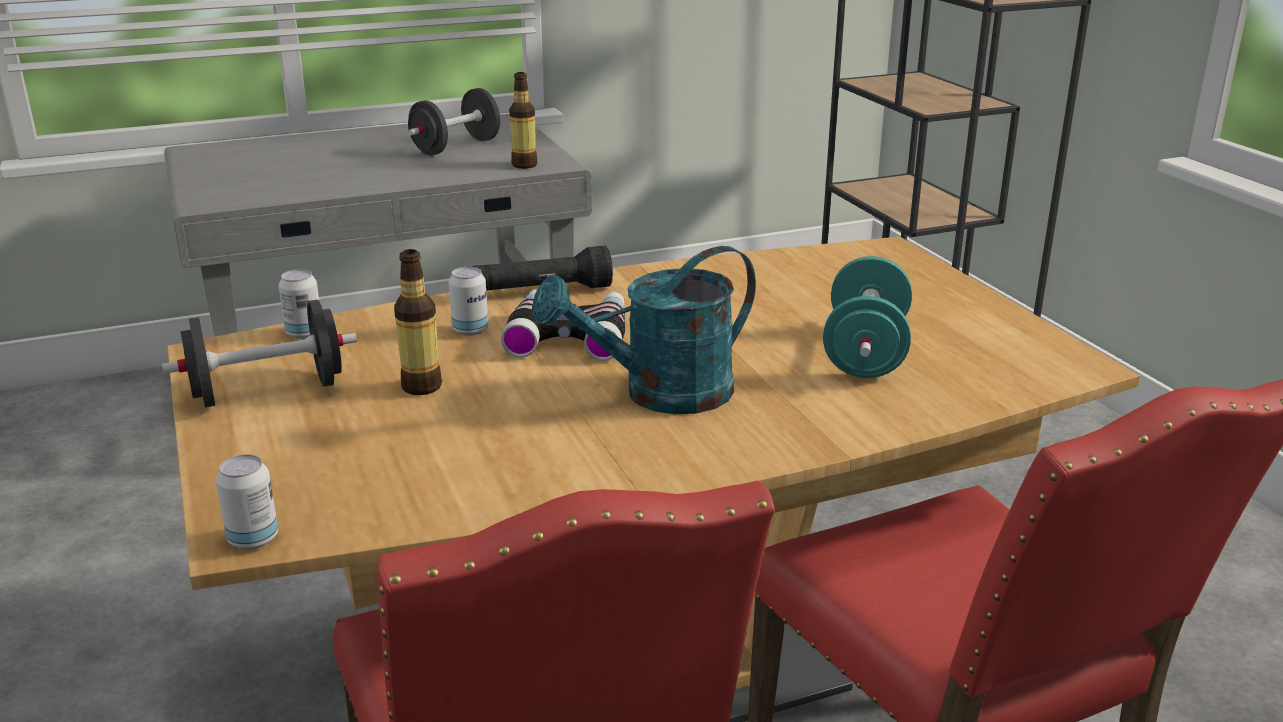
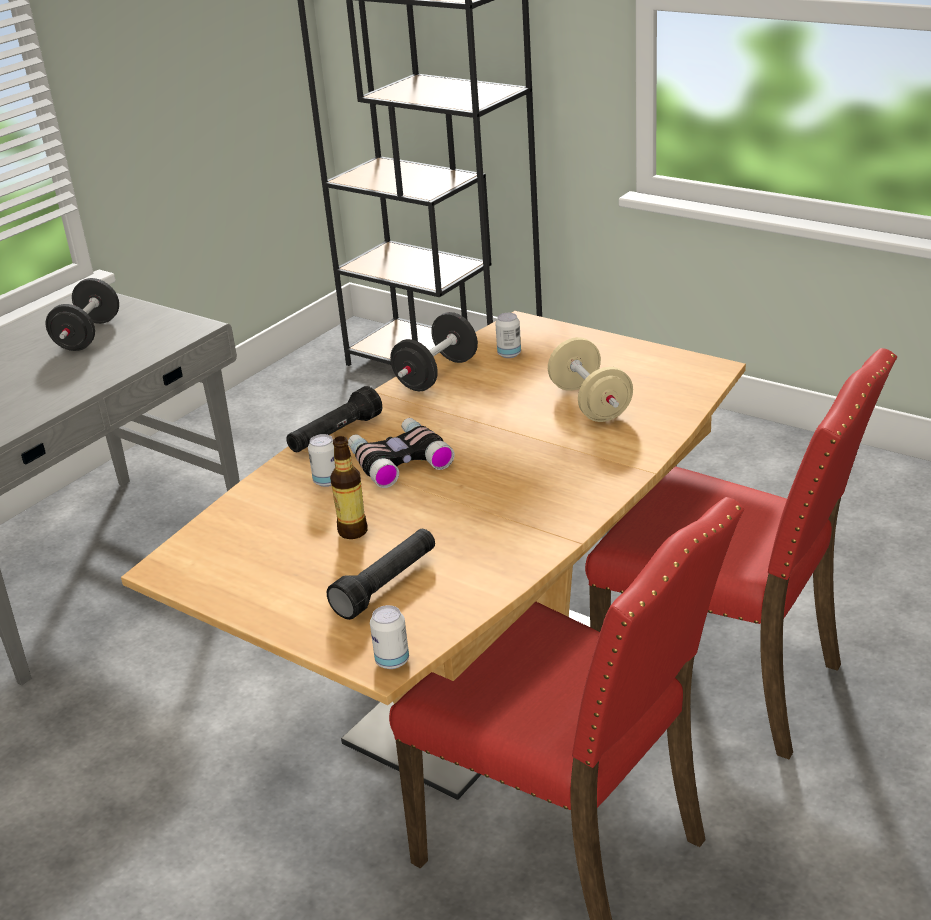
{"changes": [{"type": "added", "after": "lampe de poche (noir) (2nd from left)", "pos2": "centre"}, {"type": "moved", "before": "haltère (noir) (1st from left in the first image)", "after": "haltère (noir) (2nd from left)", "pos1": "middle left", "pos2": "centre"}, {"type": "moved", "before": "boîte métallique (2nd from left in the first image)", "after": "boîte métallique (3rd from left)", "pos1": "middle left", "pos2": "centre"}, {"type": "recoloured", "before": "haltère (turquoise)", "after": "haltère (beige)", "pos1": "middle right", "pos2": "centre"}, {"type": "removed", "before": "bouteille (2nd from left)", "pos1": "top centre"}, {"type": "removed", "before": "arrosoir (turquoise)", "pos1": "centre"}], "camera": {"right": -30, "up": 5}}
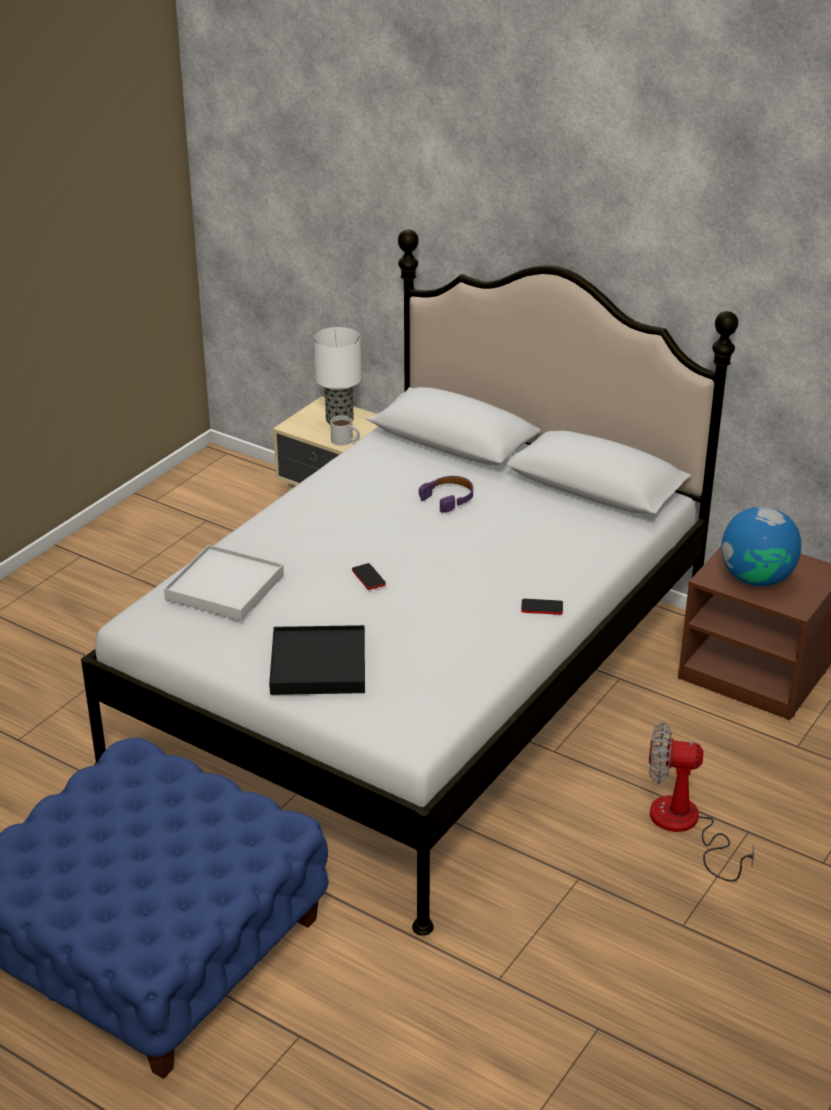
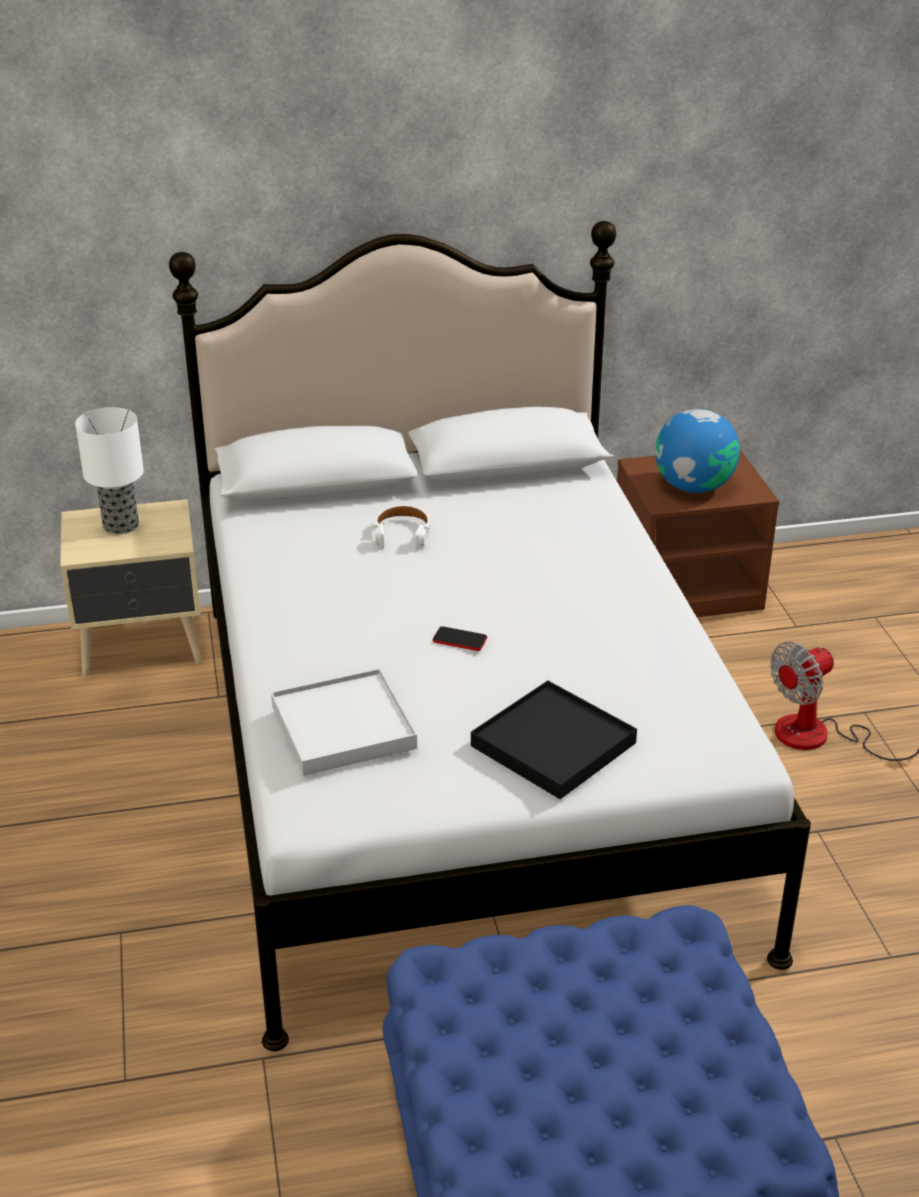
{"changes": [{"type": "recoloured", "before": "casque audio (violet)", "after": "casque audio (blanc)", "pos1": "centre", "pos2": "centre"}, {"type": "removed", "before": "mug (blanc)", "pos1": "centre"}, {"type": "removed", "before": "téléphone (2nd from left)", "pos1": "centre"}], "camera": {"right": -45, "up": 0}}
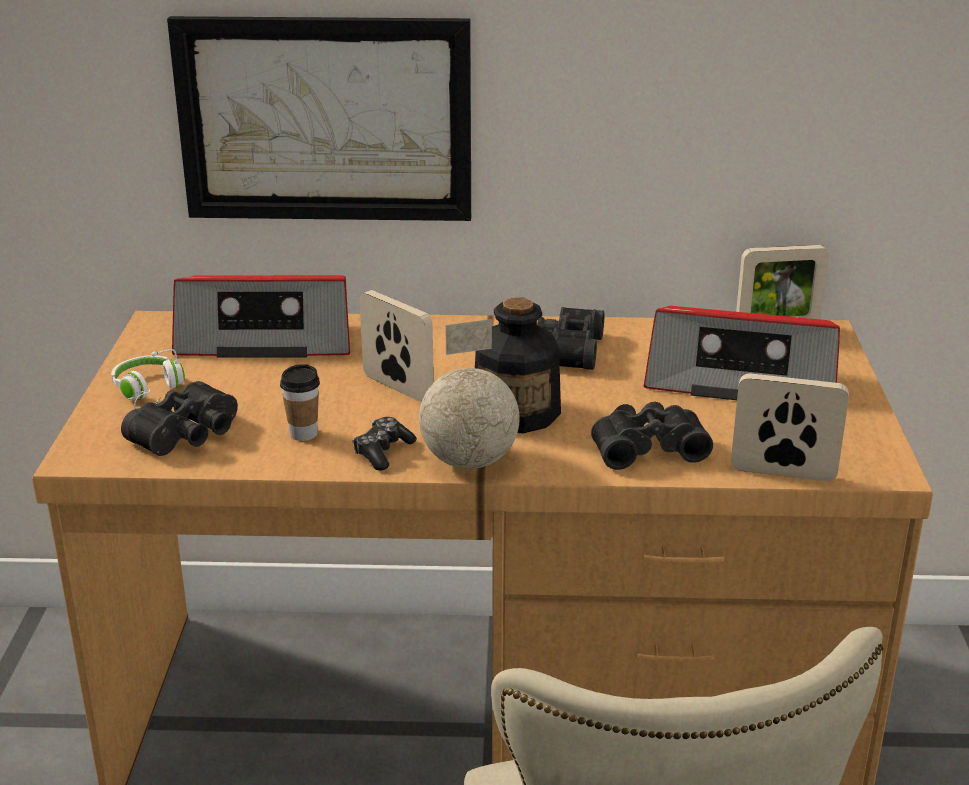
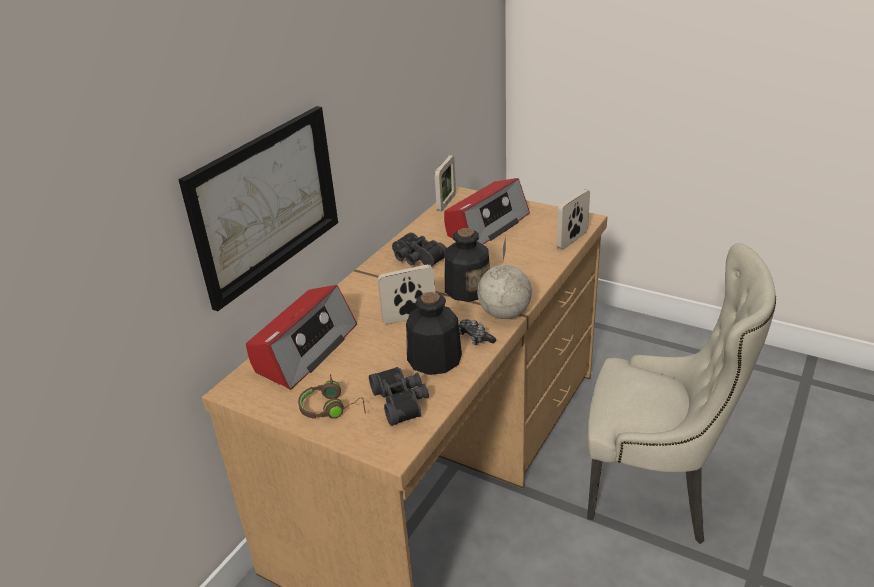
{"changes": [{"type": "recoloured", "before": "casque audio (blanc)", "after": "casque audio (marron)", "pos1": "middle left", "pos2": "bottom centre"}, {"type": "replaced", "before": "tasse", "after": "bouteille (1st from left)", "pos1": "middle left", "pos2": "centre"}, {"type": "removed", "before": "jumelles (noir) (3rd from left)", "pos1": "middle right"}], "camera": {"right": -60, "up": 5}}
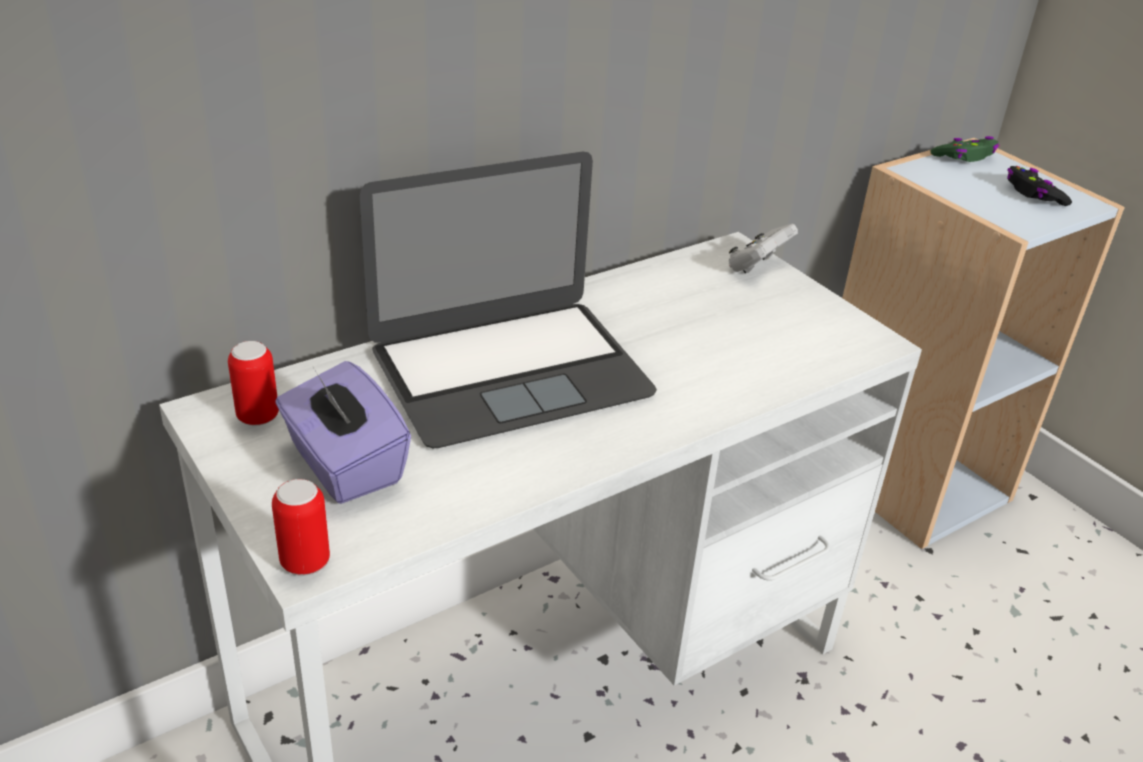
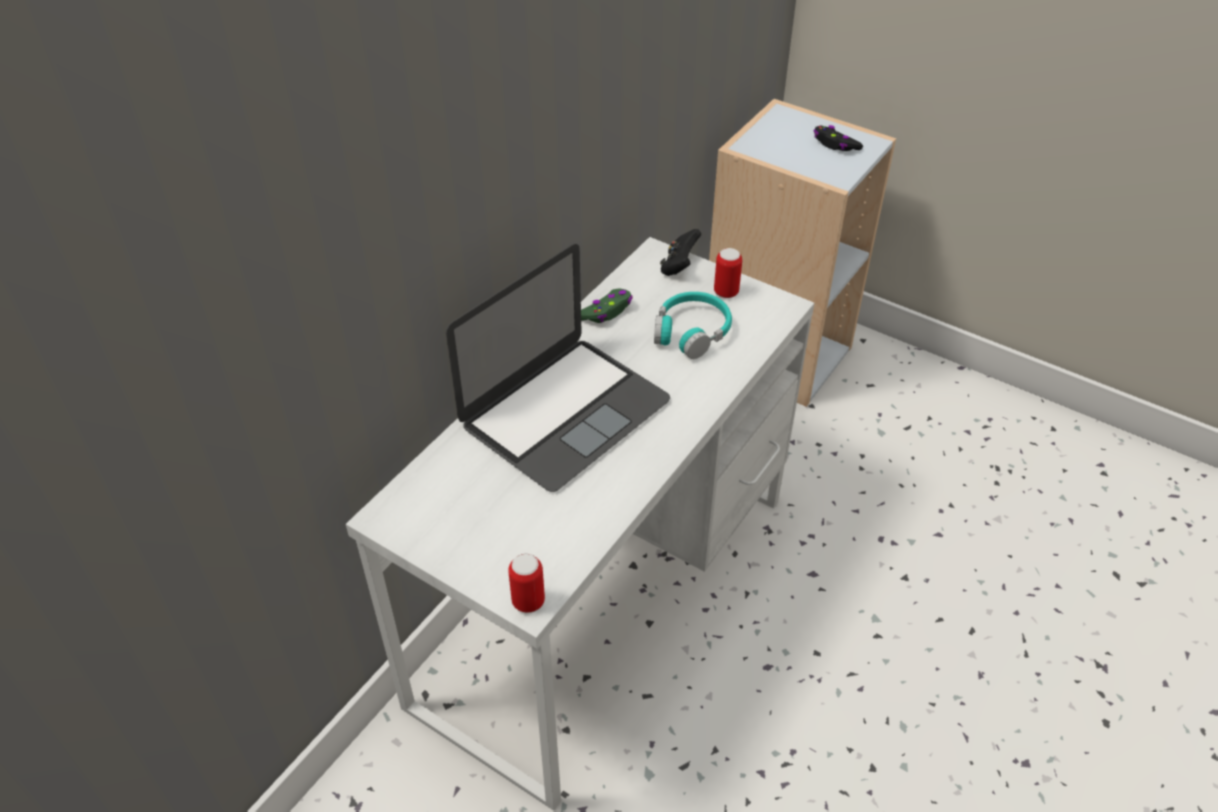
{"changes": [{"type": "moved", "before": "manette (vert)", "pos1": "top right", "pos2": "centre"}, {"type": "added", "after": "casque audio (turquoise)", "pos2": "centre"}, {"type": "recoloured", "before": "manette (blanc)", "after": "manette (noir) (1st from left)", "pos1": "top right", "pos2": "top centre"}, {"type": "moved", "before": "boîte métallique (1st from left in the first image)", "after": "boîte métallique (2nd from left)", "pos1": "middle left", "pos2": "centre"}, {"type": "removed", "before": "boîte à mouchoirs (violet)", "pos1": "middle left"}], "camera": {"right": -20, "up": 10}}
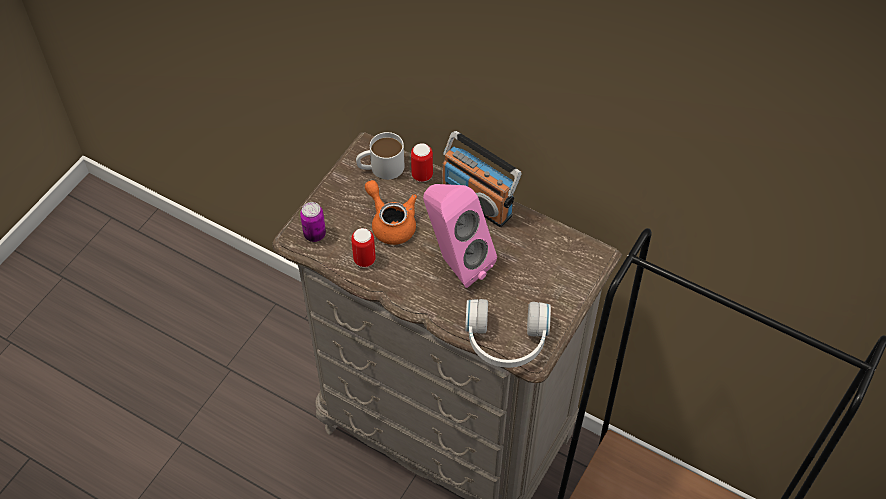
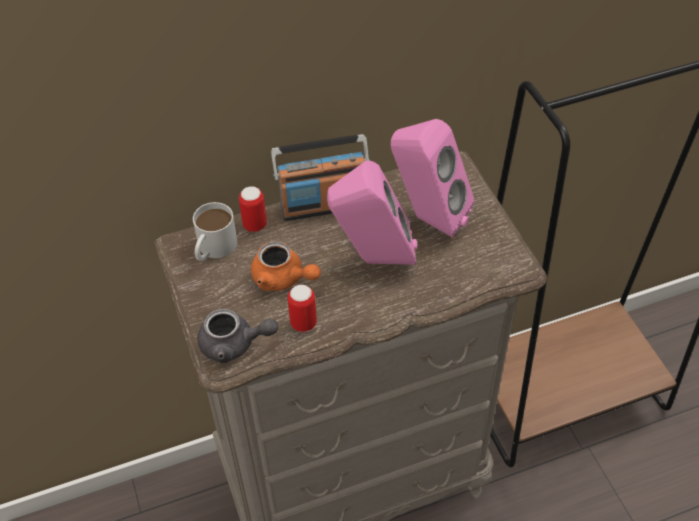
{"changes": [{"type": "replaced", "before": "boîte métallique (1st from left)", "after": "théière (gris)", "pos1": "centre", "pos2": "centre"}, {"type": "turned", "before": "théière (orange)", "pos1": "centre", "pos2": "centre", "turn": -150}, {"type": "added", "after": "enceinte (rose) (2nd from left)", "pos2": "centre"}, {"type": "removed", "before": "casque audio (blanc)", "pos1": "bottom centre"}], "camera": {"right": -50, "up": -5}}
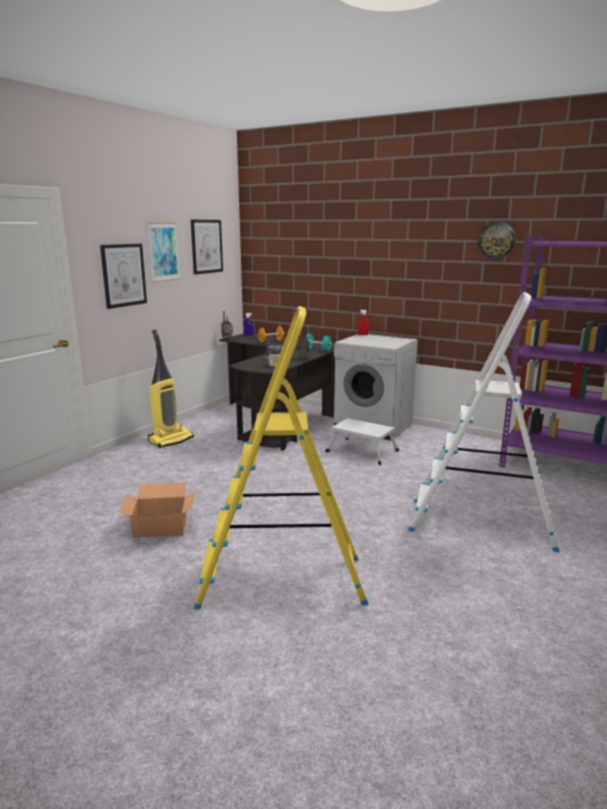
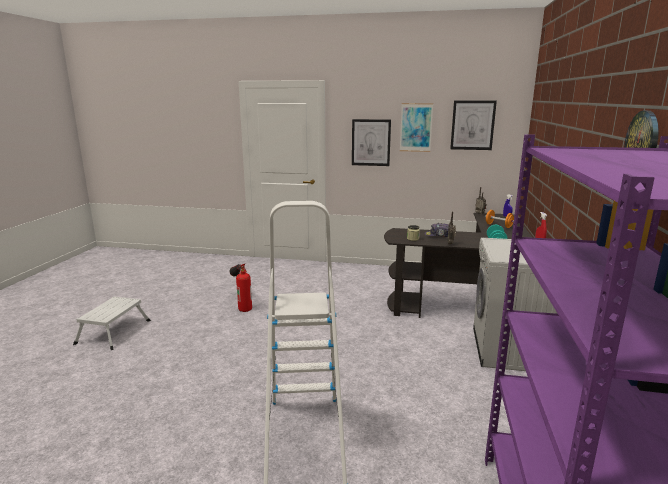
{"changes": [{"type": "moved", "before": "escabeau (blanc) (1st from left)", "pos1": "centre", "pos2": "bottom left"}, {"type": "replaced", "before": "carton", "after": "extincteur", "pos1": "middle left", "pos2": "centre"}, {"type": "removed", "before": "aspirateur", "pos1": "middle left"}, {"type": "removed", "before": "escabeau (jaune)", "pos1": "centre"}], "camera": {"right": 70, "up": 0}}
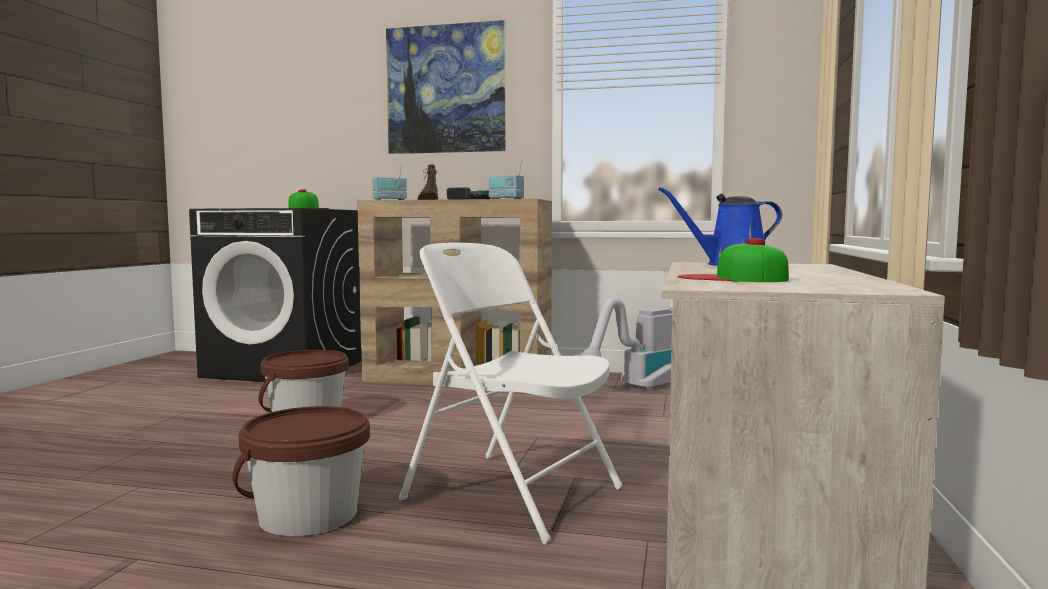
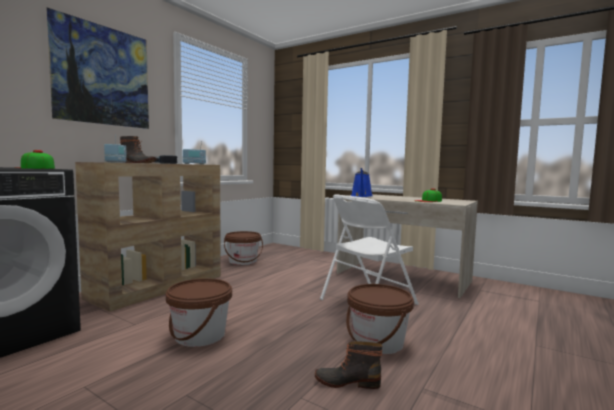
{"changes": [{"type": "replaced", "before": "aspirateur", "after": "seau (marron) (2nd from left)", "pos1": "centre", "pos2": "centre"}, {"type": "added", "after": "botte (2nd from left)", "pos2": "bottom centre"}], "camera": {"right": -70, "up": 0}}
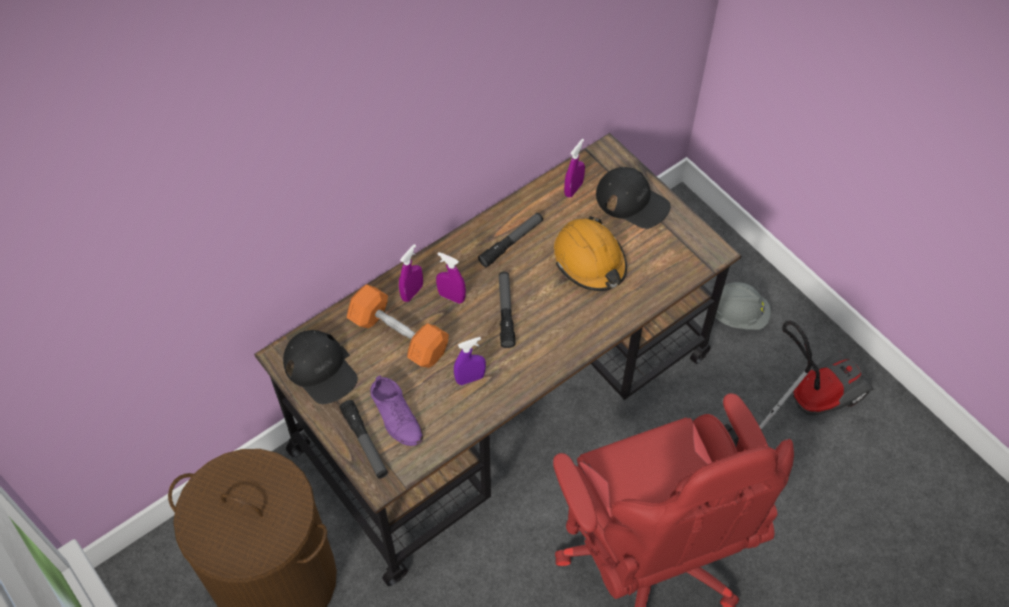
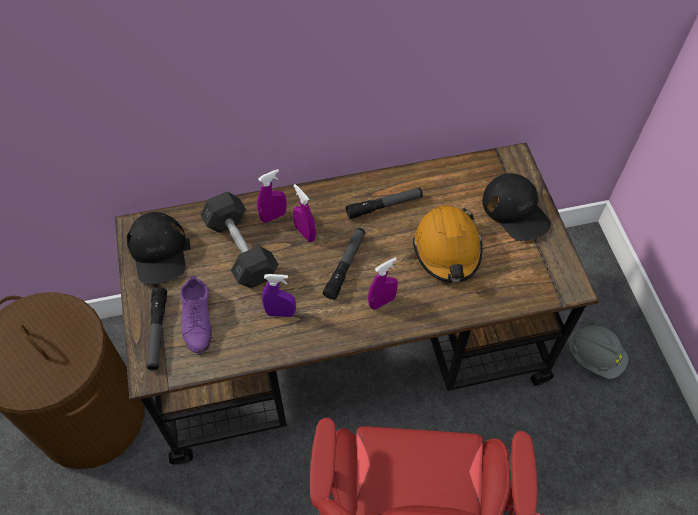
{"changes": [{"type": "recoloured", "before": "haltère (orange)", "after": "haltère (gris)", "pos1": "centre", "pos2": "centre"}, {"type": "moved", "before": "vaporisateur (violet) (4th from left)", "pos1": "top centre", "pos2": "centre"}, {"type": "removed", "before": "aspirateur", "pos1": "middle right"}], "camera": {"right": 25, "up": 0}}
